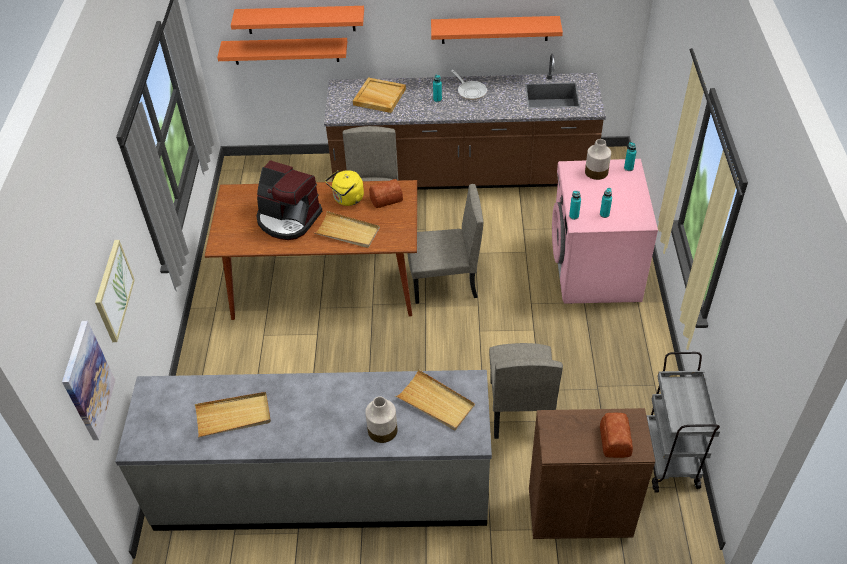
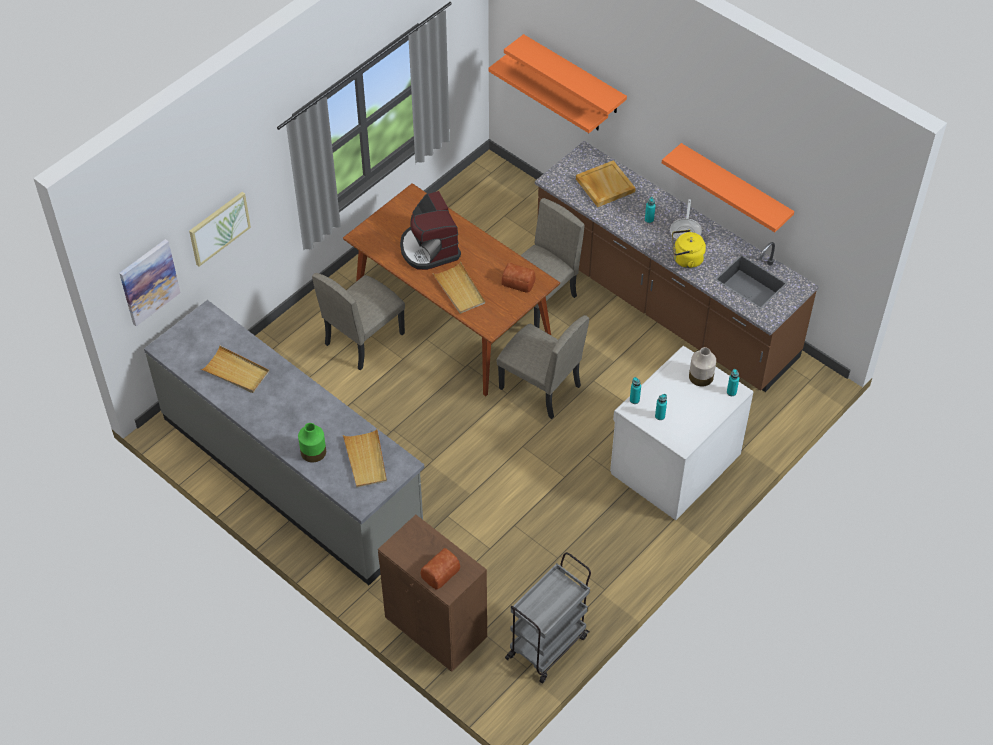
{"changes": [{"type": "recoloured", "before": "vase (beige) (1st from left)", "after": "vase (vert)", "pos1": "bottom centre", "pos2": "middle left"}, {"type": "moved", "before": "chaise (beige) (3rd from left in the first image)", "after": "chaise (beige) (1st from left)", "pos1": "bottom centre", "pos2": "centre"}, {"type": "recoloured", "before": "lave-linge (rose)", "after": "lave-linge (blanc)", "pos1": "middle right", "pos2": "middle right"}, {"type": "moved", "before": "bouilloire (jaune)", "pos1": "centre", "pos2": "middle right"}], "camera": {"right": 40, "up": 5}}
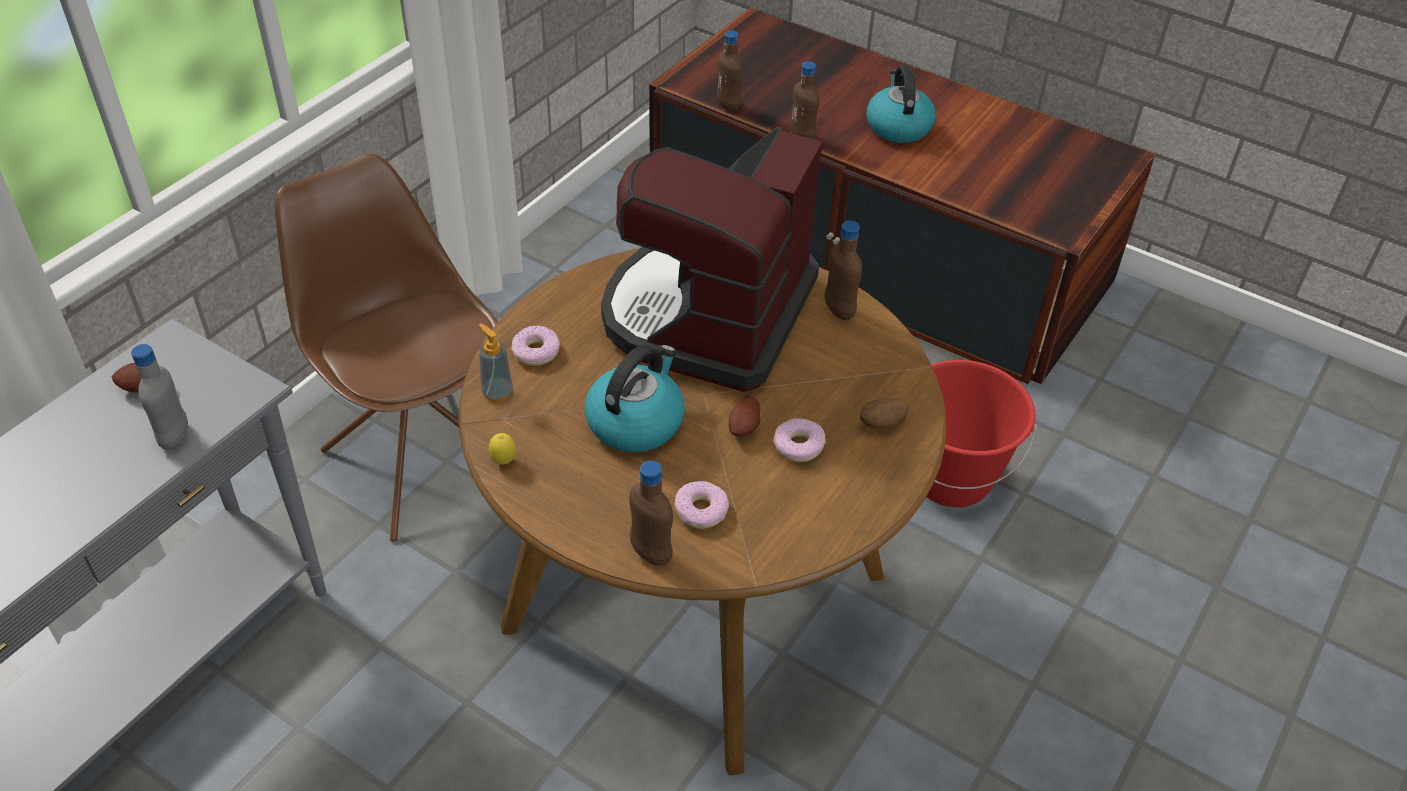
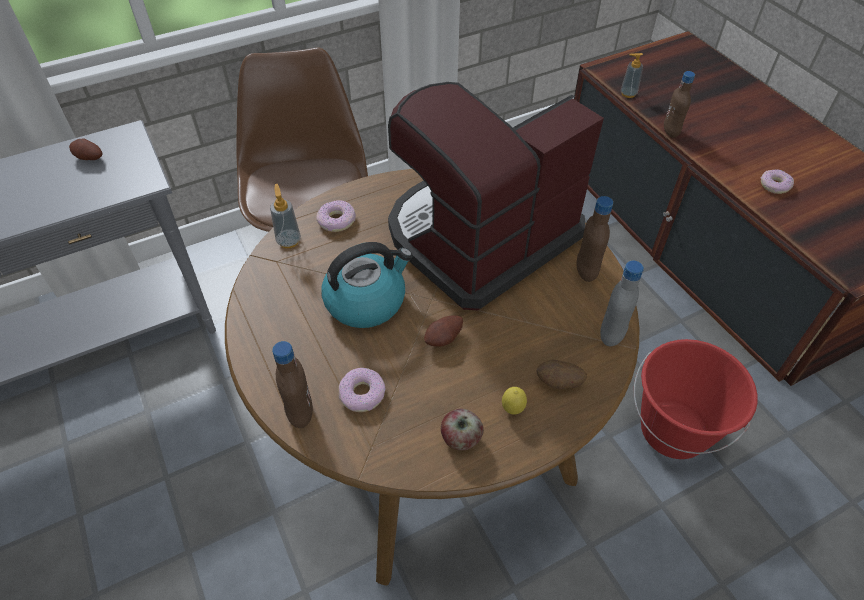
{"changes": [{"type": "added", "after": "pomme", "pos2": "bottom centre"}, {"type": "moved", "before": "citron", "pos1": "centre", "pos2": "bottom centre"}, {"type": "moved", "before": "bouteille (gris)", "pos1": "middle left", "pos2": "middle right"}, {"type": "replaced", "before": "bouteille (marron) (2nd from left)", "after": "distributeur de savon (2nd from left)", "pos1": "top centre", "pos2": "top right"}, {"type": "moved", "before": "beignet (3rd from left)", "pos1": "centre", "pos2": "top right"}, {"type": "removed", "before": "bouilloire (2nd from left)", "pos1": "top centre"}], "camera": {"right": 30, "up": 5}}
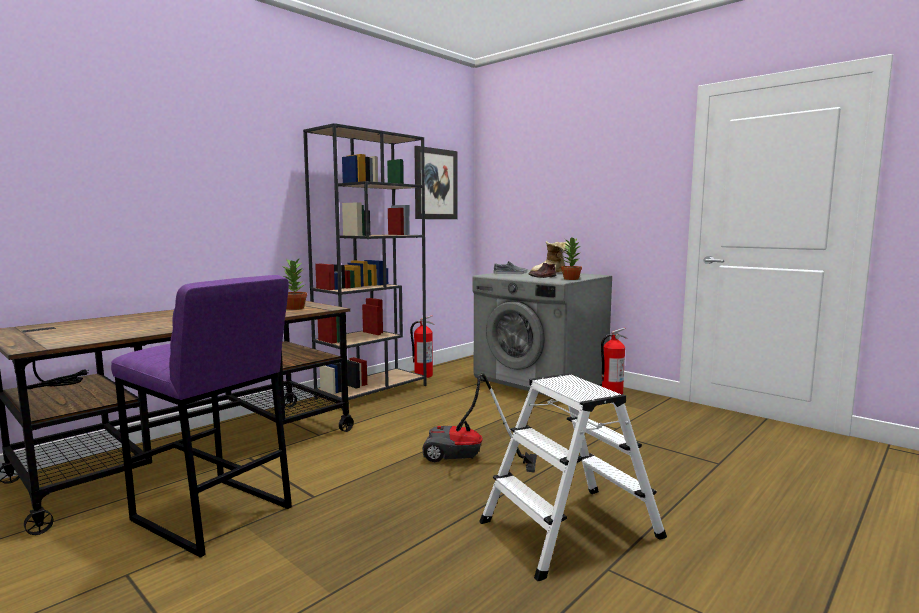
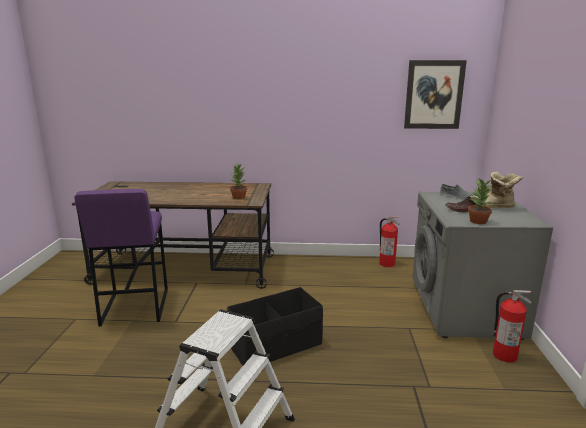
{"changes": [{"type": "replaced", "before": "aspirateur", "after": "boîte de rangement (noir)", "pos1": "bottom centre", "pos2": "bottom centre"}, {"type": "removed", "before": "bibliothèque", "pos1": "centre"}], "camera": {"right": 50, "up": 10}}
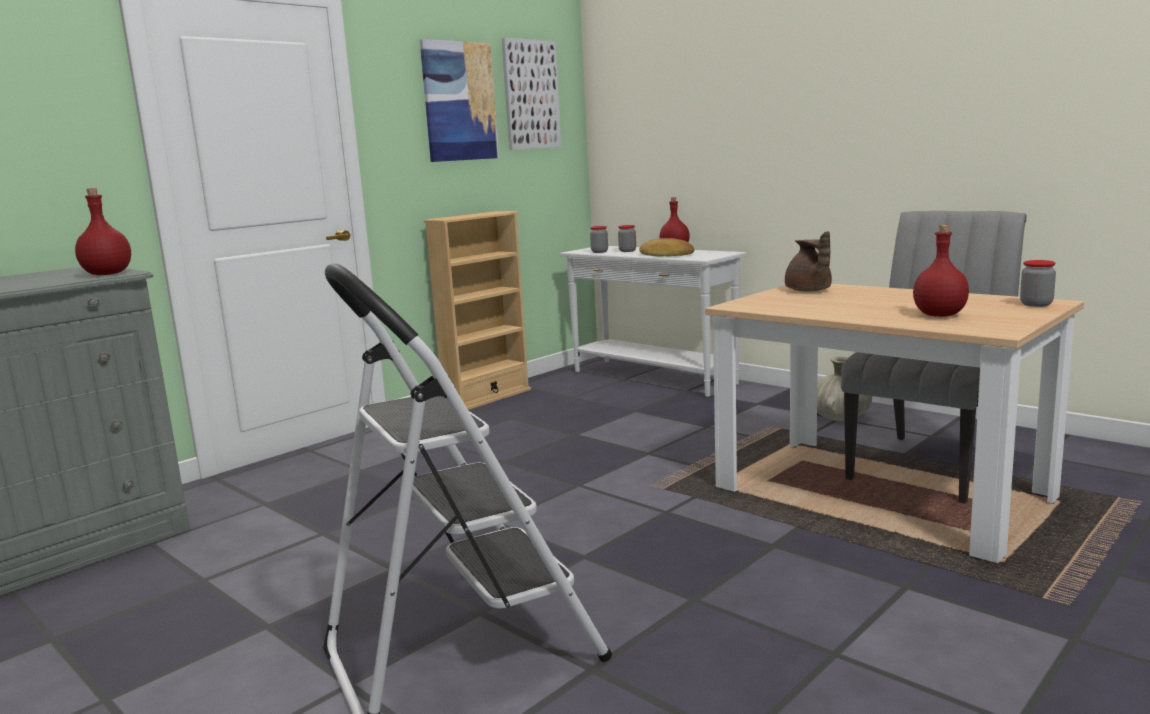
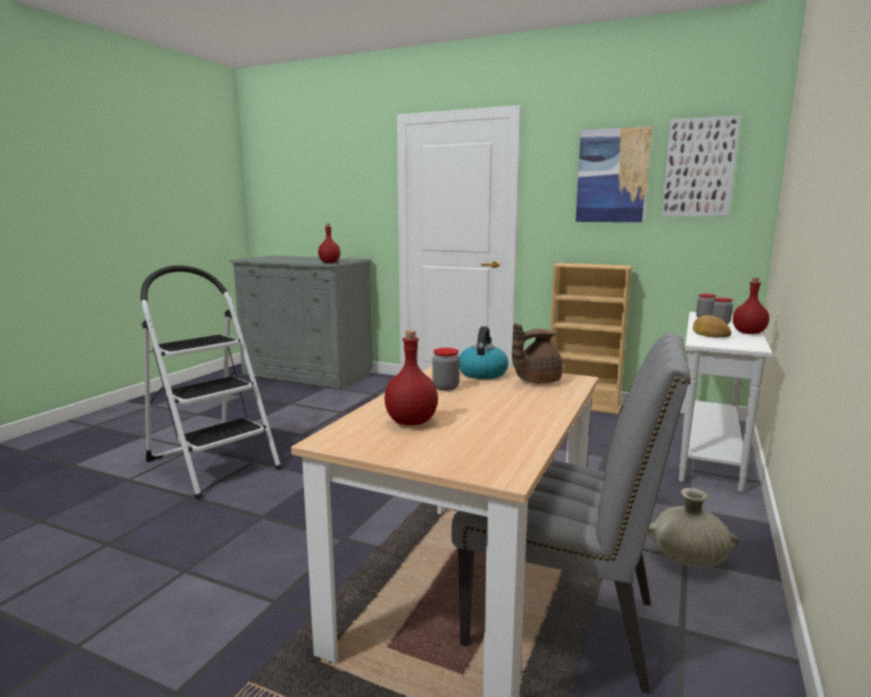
{"changes": [{"type": "moved", "before": "bocal (3rd from left in the first image)", "after": "bocal (1st from left)", "pos1": "middle right", "pos2": "centre"}, {"type": "added", "after": "bouilloire", "pos2": "centre"}], "camera": {"right": 70, "up": 0}}
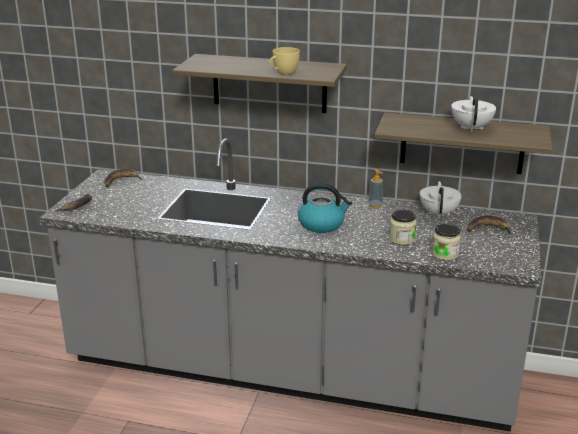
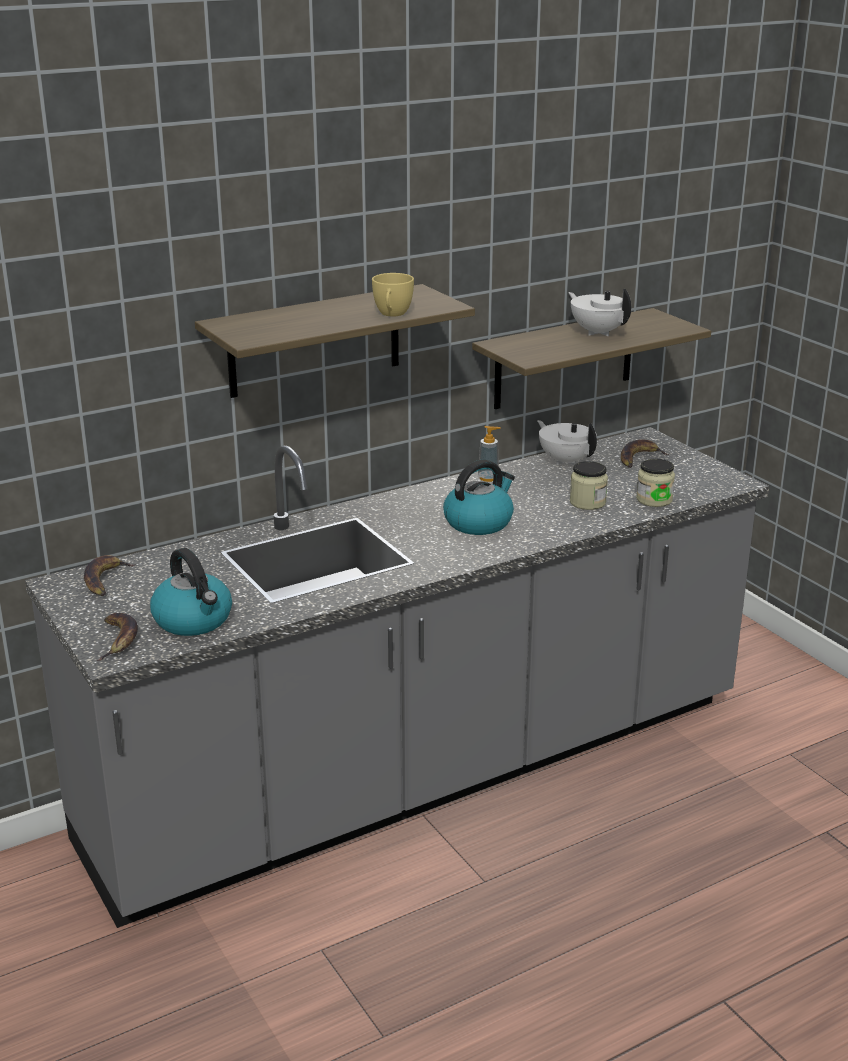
{"changes": [{"type": "added", "after": "bouilloire (1st from left)", "pos2": "middle left"}], "camera": {"right": -45, "up": 0}}
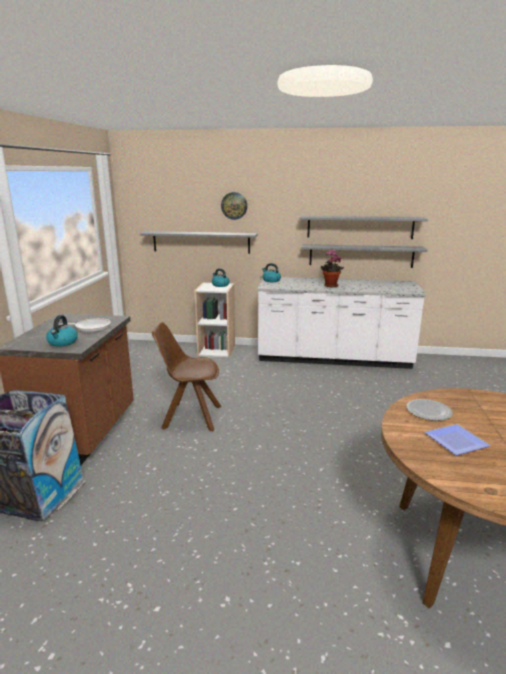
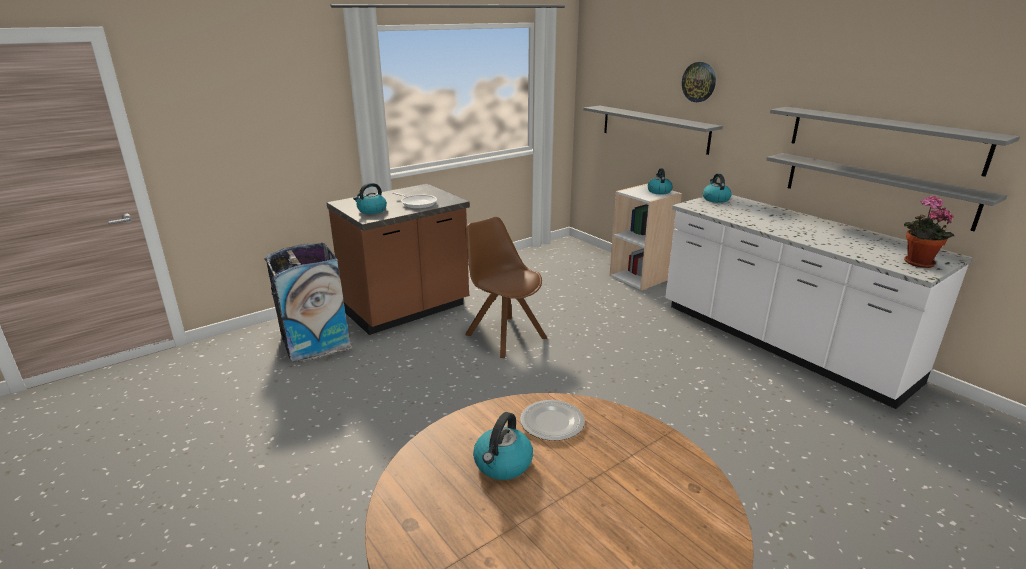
{"changes": [{"type": "replaced", "before": "assiette (2nd from left)", "after": "bouilloire (2nd from left)", "pos1": "middle right", "pos2": "bottom centre"}, {"type": "moved", "before": "plante en pot", "pos1": "centre", "pos2": "middle right"}], "camera": {"right": 45, "up": 5}}
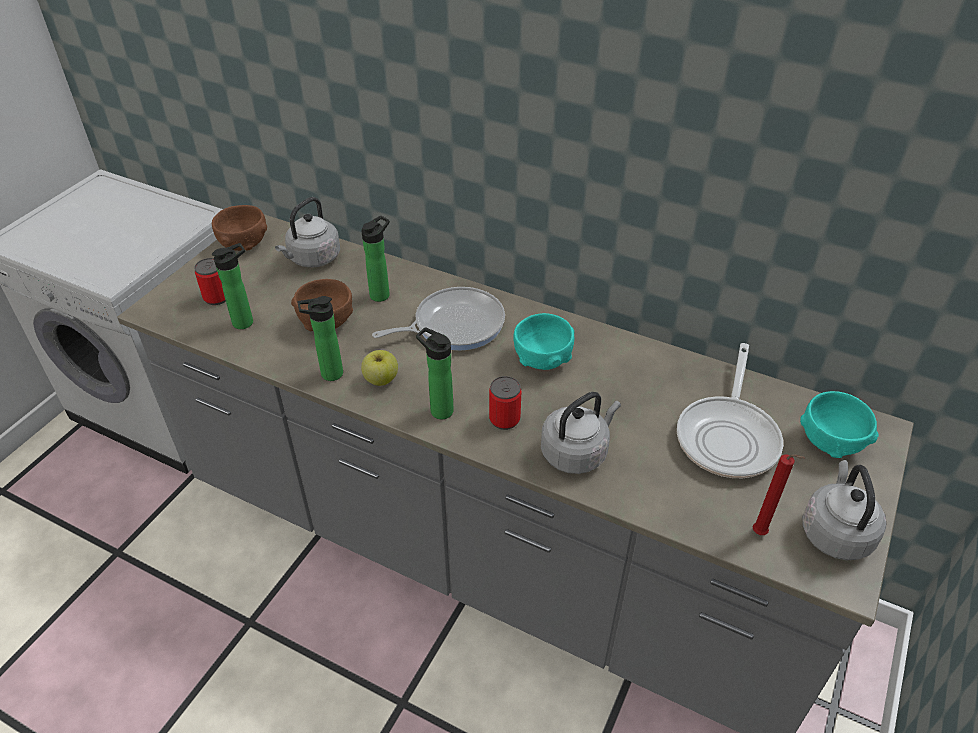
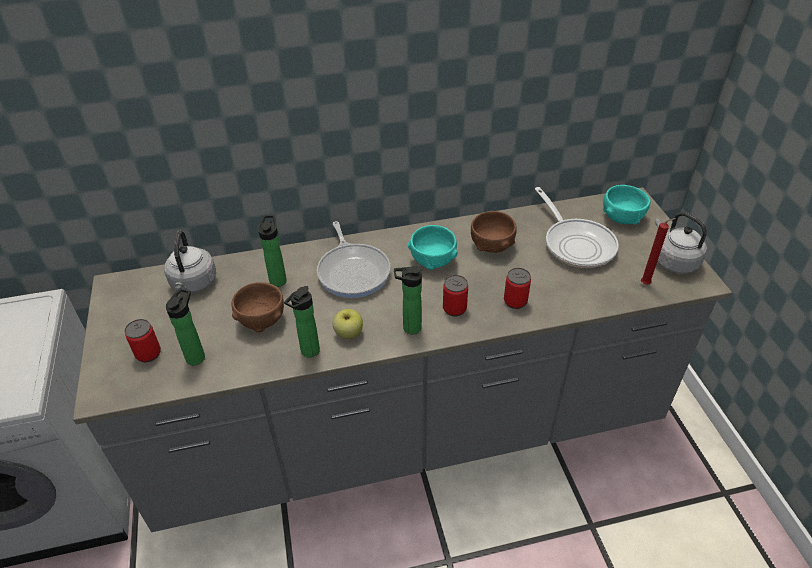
{"changes": [{"type": "turned", "before": "poêle (1st from left)", "pos1": "centre", "pos2": "centre", "turn": 135}, {"type": "moved", "before": "bol (marron) (1st from left in the first image)", "after": "bol (marron) (2nd from left)", "pos1": "top left", "pos2": "centre"}, {"type": "replaced", "before": "bouilloire (gris) (2nd from left)", "after": "boîte métallique (3rd from left)", "pos1": "centre", "pos2": "centre"}], "camera": {"right": -40, "up": 0}}
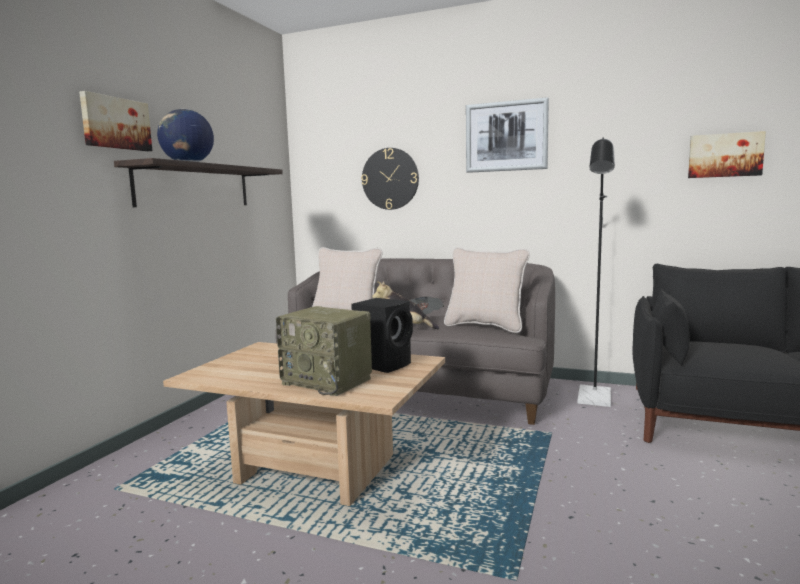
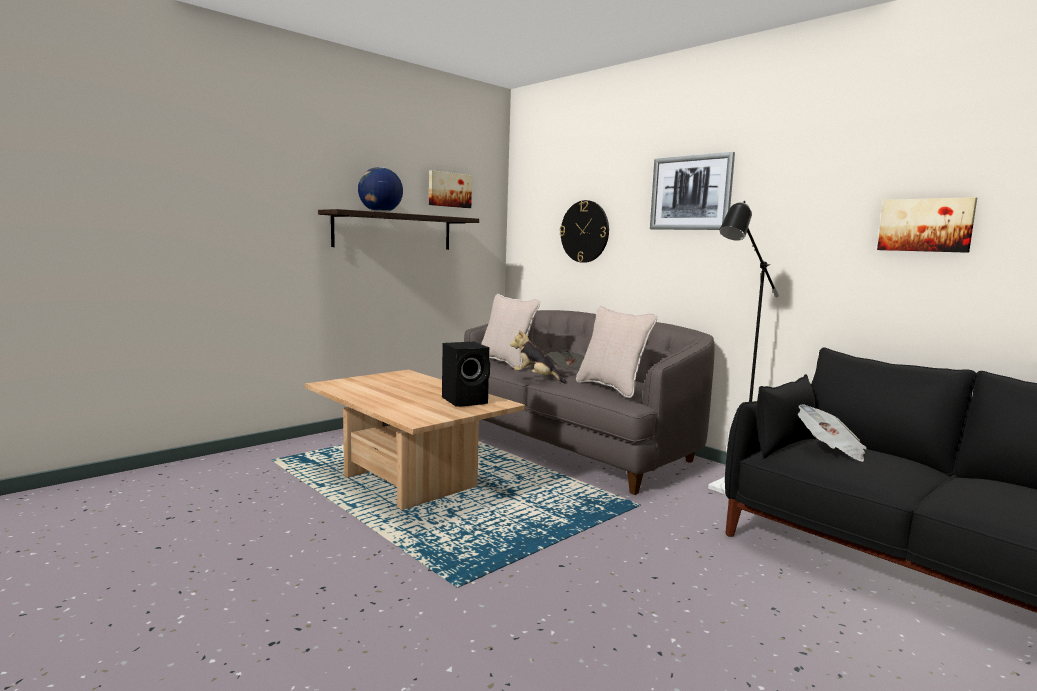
{"changes": [{"type": "moved", "before": "tableau (1st from left)", "pos1": "top left", "pos2": "top centre"}, {"type": "added", "after": "journal (2nd from left)", "pos2": "middle right"}, {"type": "removed", "before": "radio", "pos1": "centre"}], "camera": {"right": 25, "up": 0}}
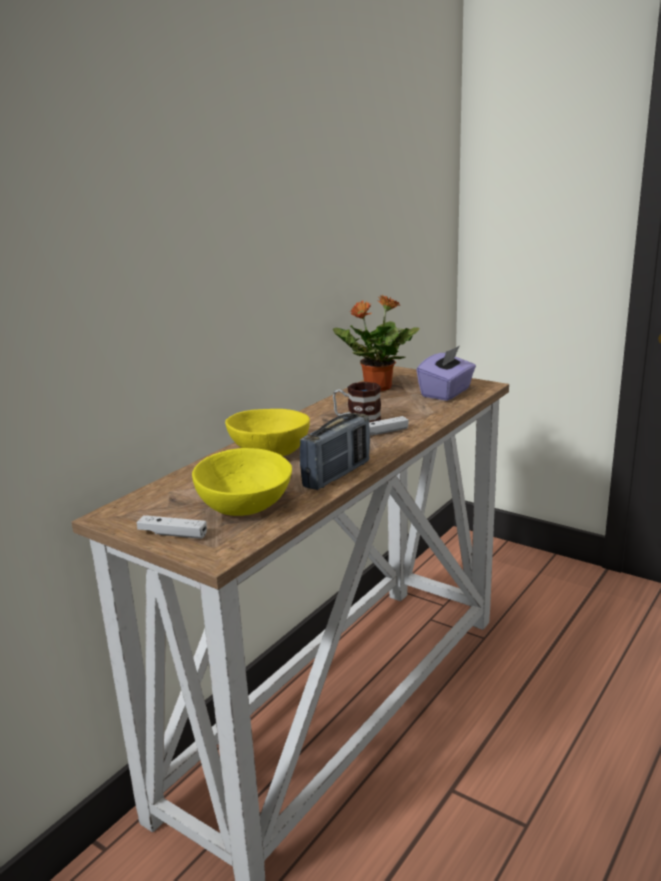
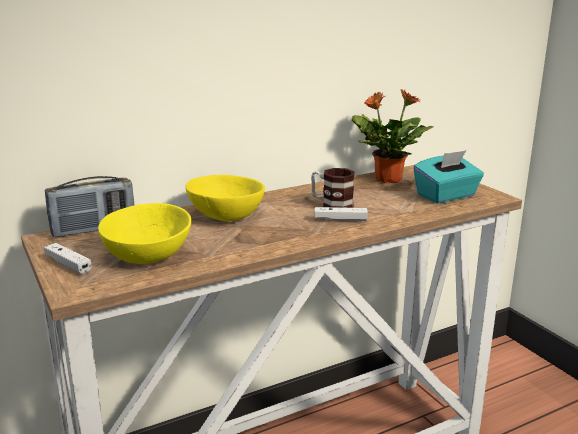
{"changes": [{"type": "moved", "before": "radio", "pos1": "centre", "pos2": "middle left"}, {"type": "recoloured", "before": "boîte à mouchoirs (violet)", "after": "boîte à mouchoirs (turquoise)", "pos1": "middle right", "pos2": "middle right"}], "camera": {"right": 25, "up": 0}}
